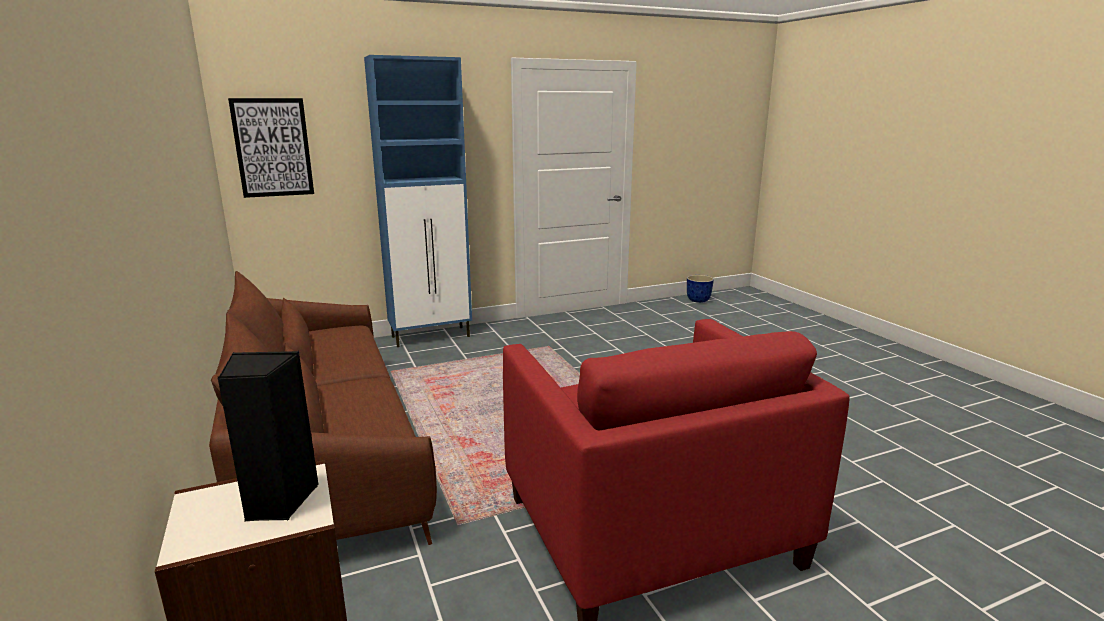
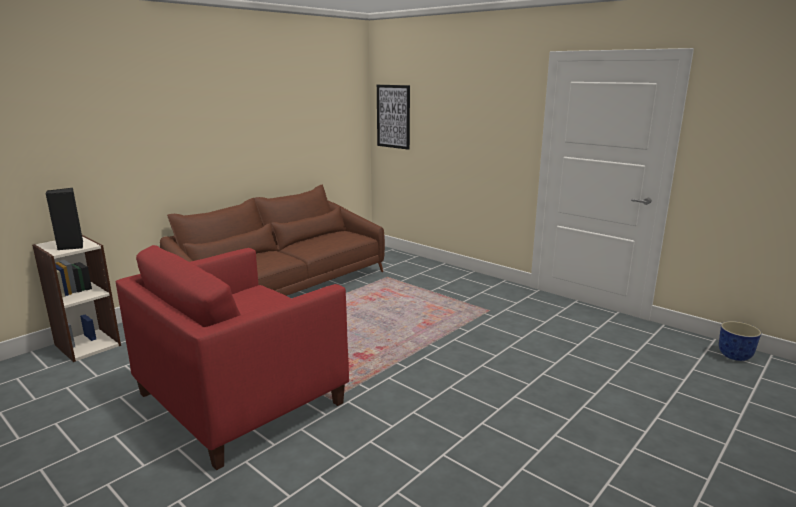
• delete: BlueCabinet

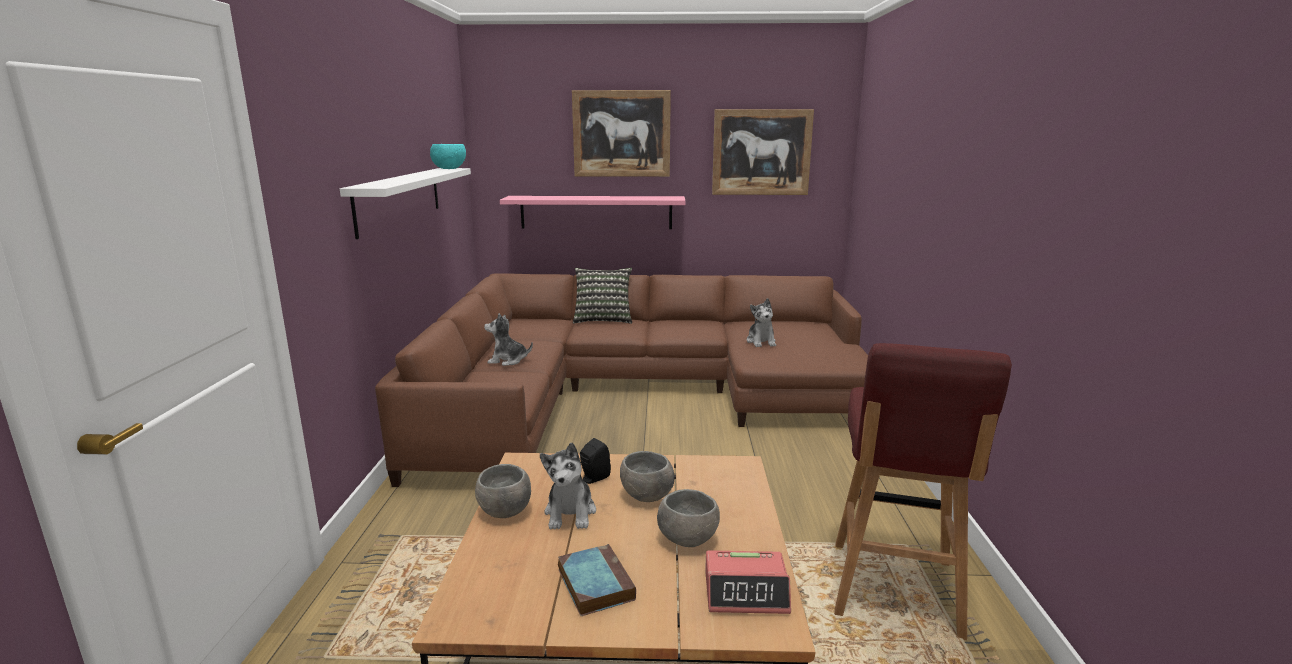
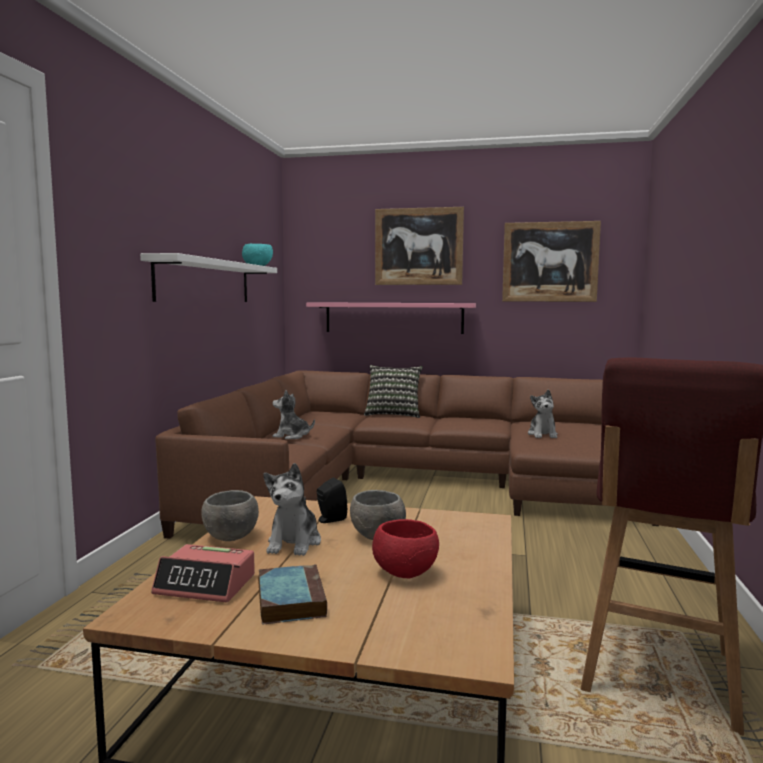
• move: AlarmClock
• recolor: GreyBowl (3rd from left) to RedBowl

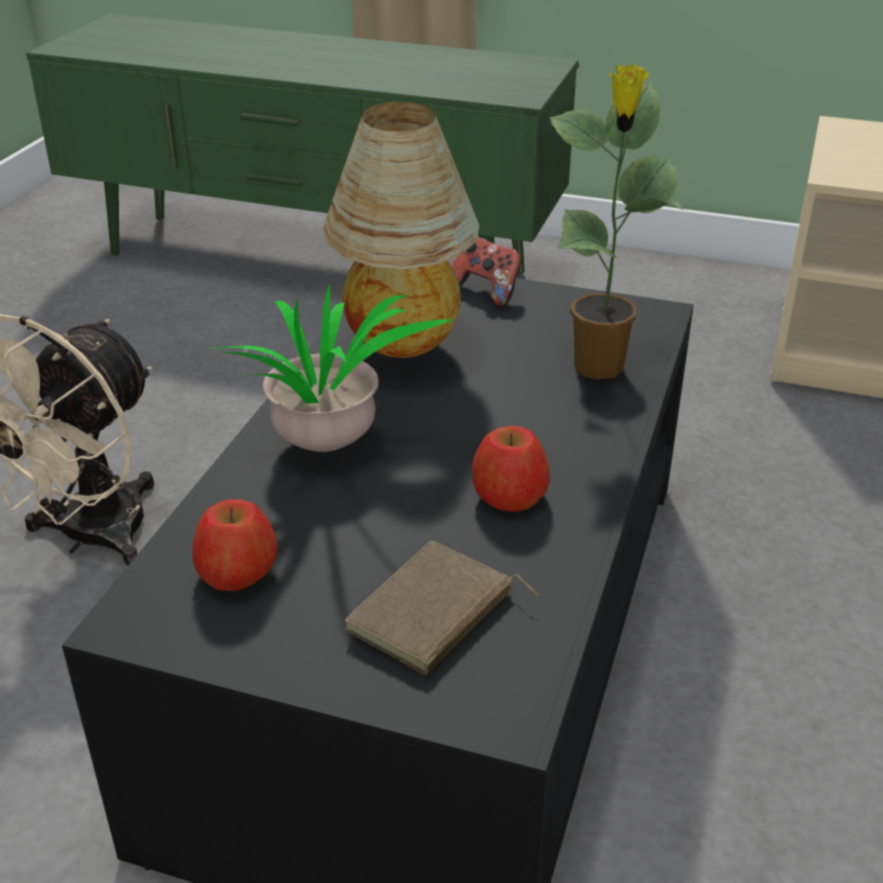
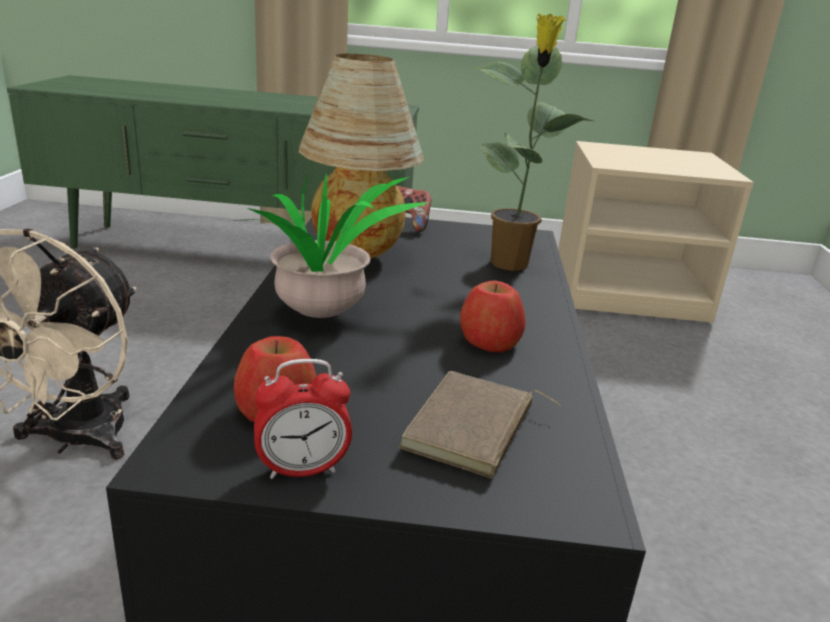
• insert: AlarmClock

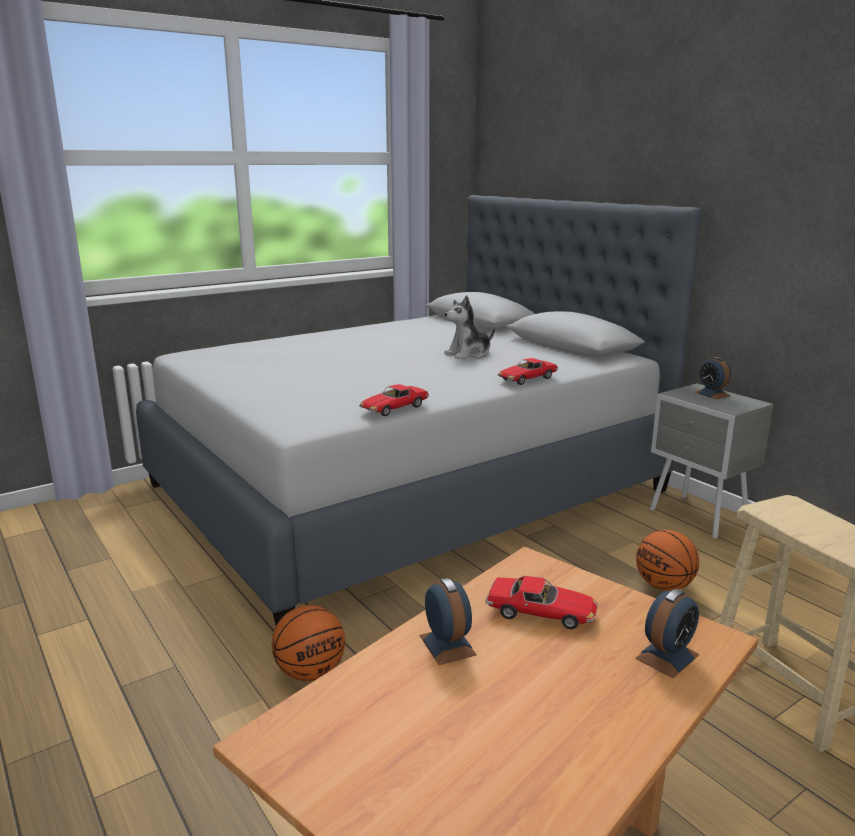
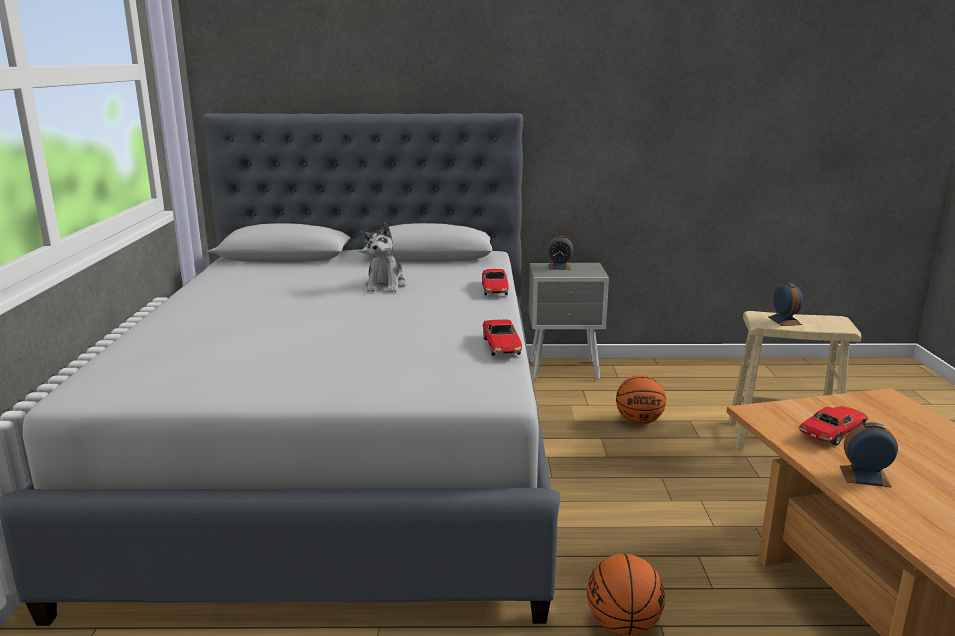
• move: AlarmClock (2nd from left)

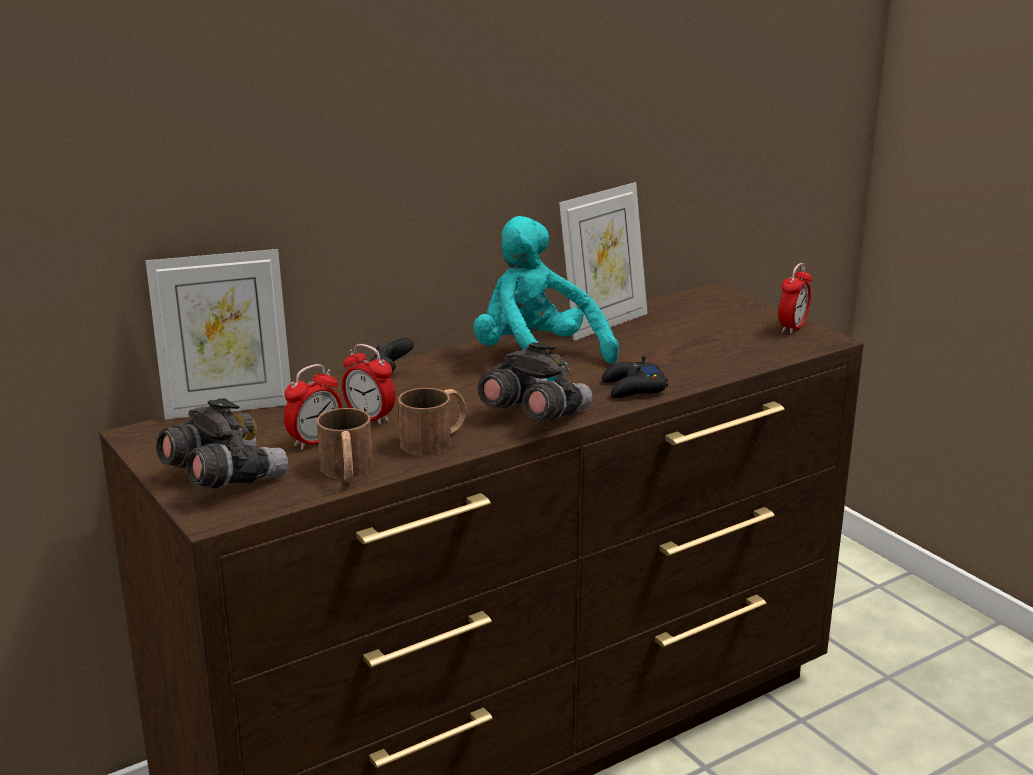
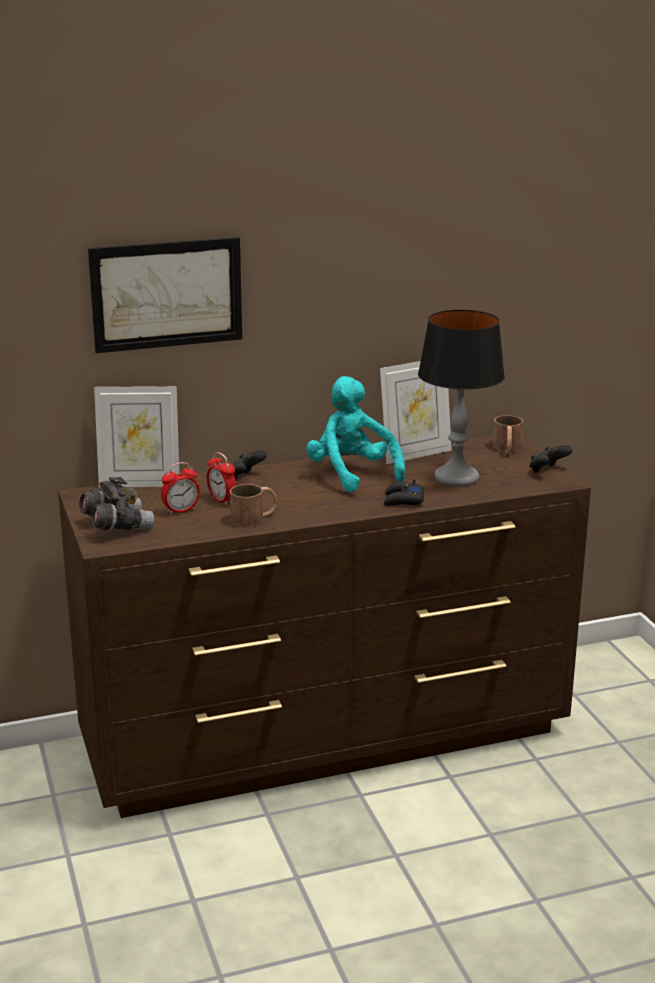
• delete: GreyBinoculars (2nd from left)
• insert: Picture
• insert: TableLamp
• move: BrownMug (1st from left in the first image) to BrownMug (2nd from left)
• replace: AlarmClock (3rd from left) to BlackGameController (3rd from left)

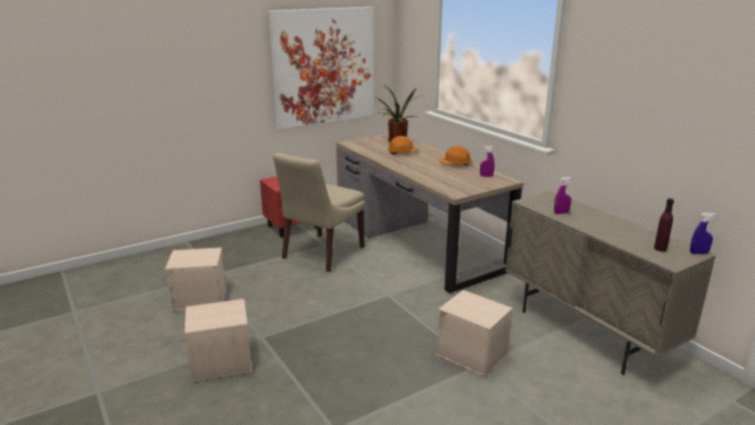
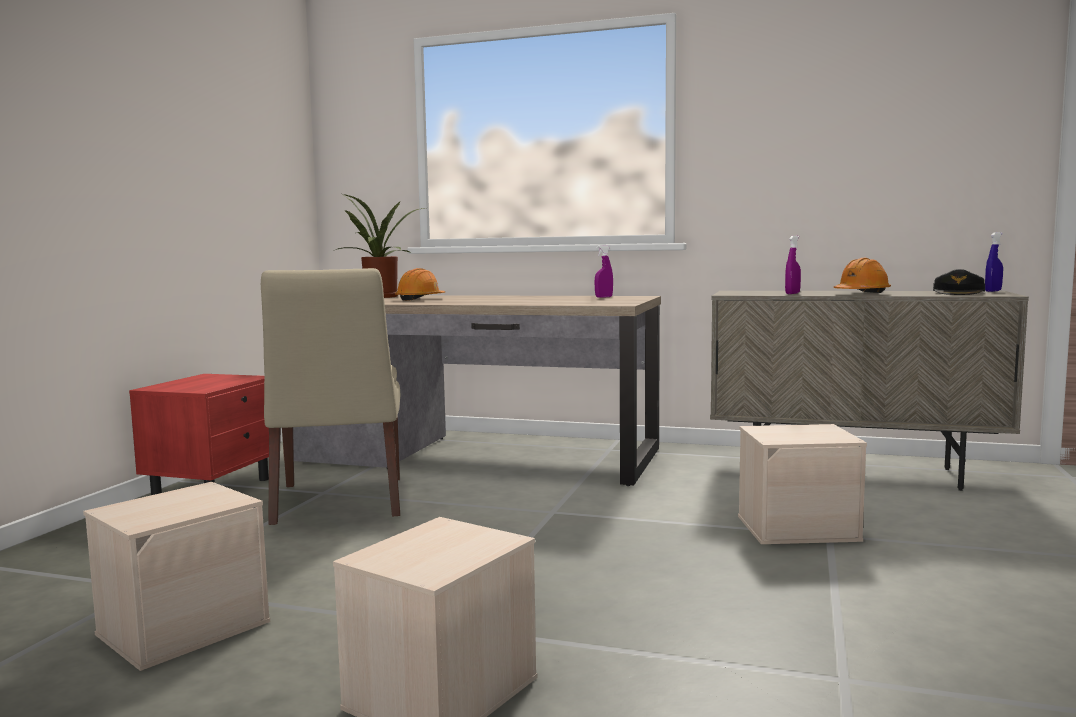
• delete: Picture
• move: OrangeHardHat (2nd from left)
• replace: PurpleBottle to BlackCap

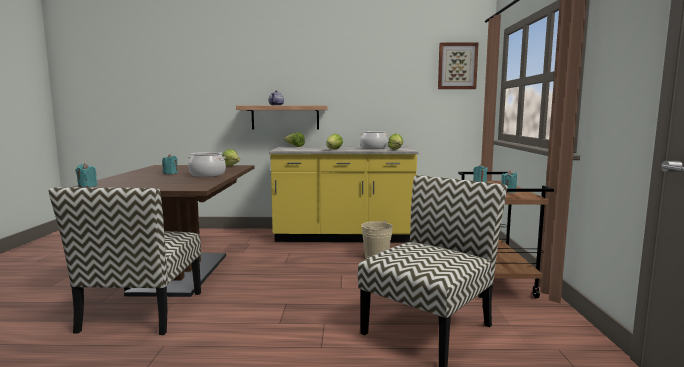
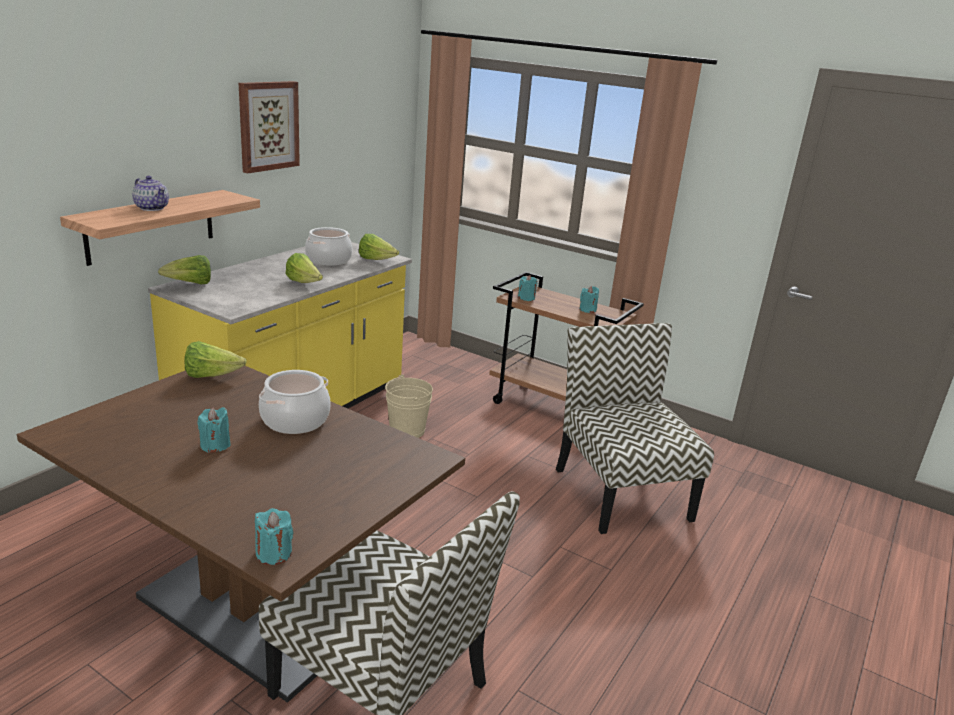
• move: Picture

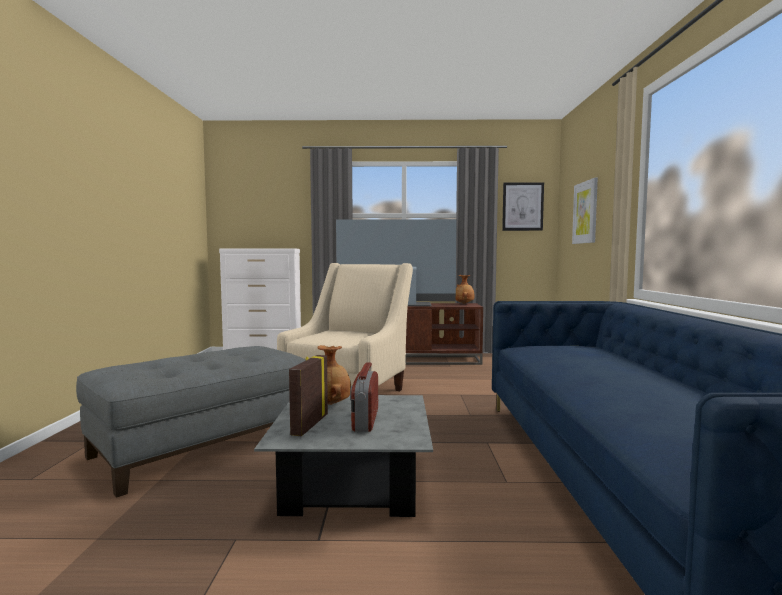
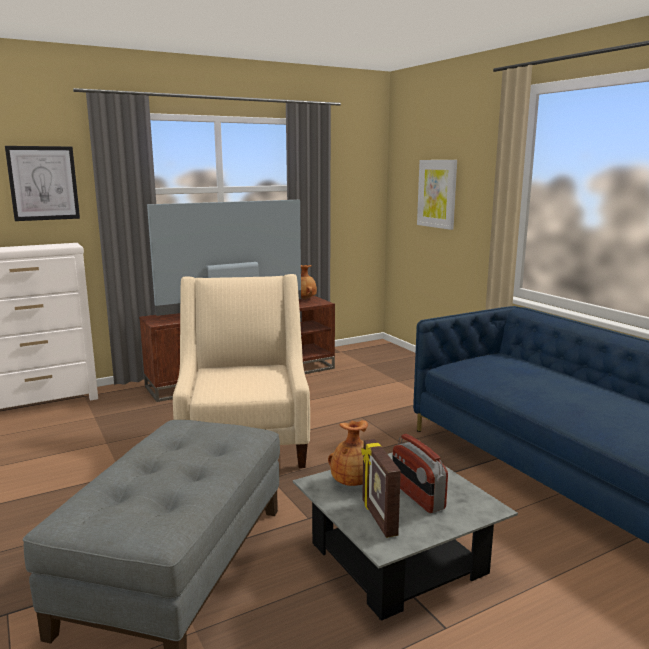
• move: Picture (1st from left)

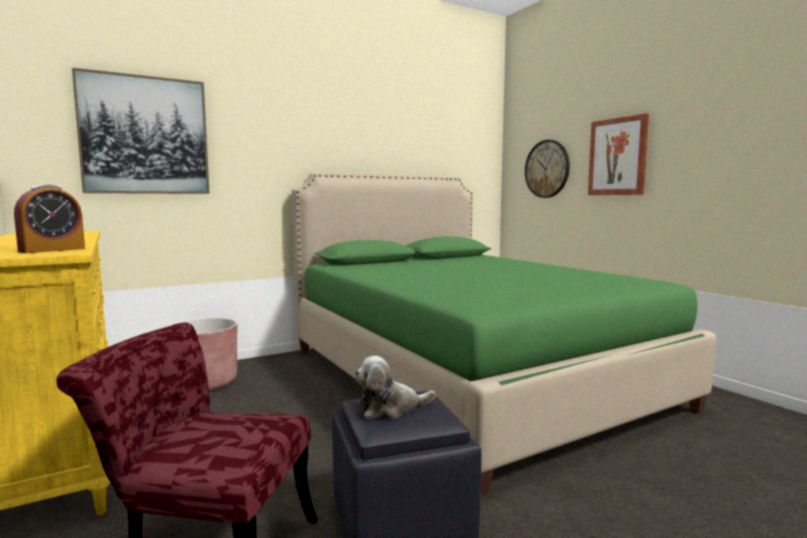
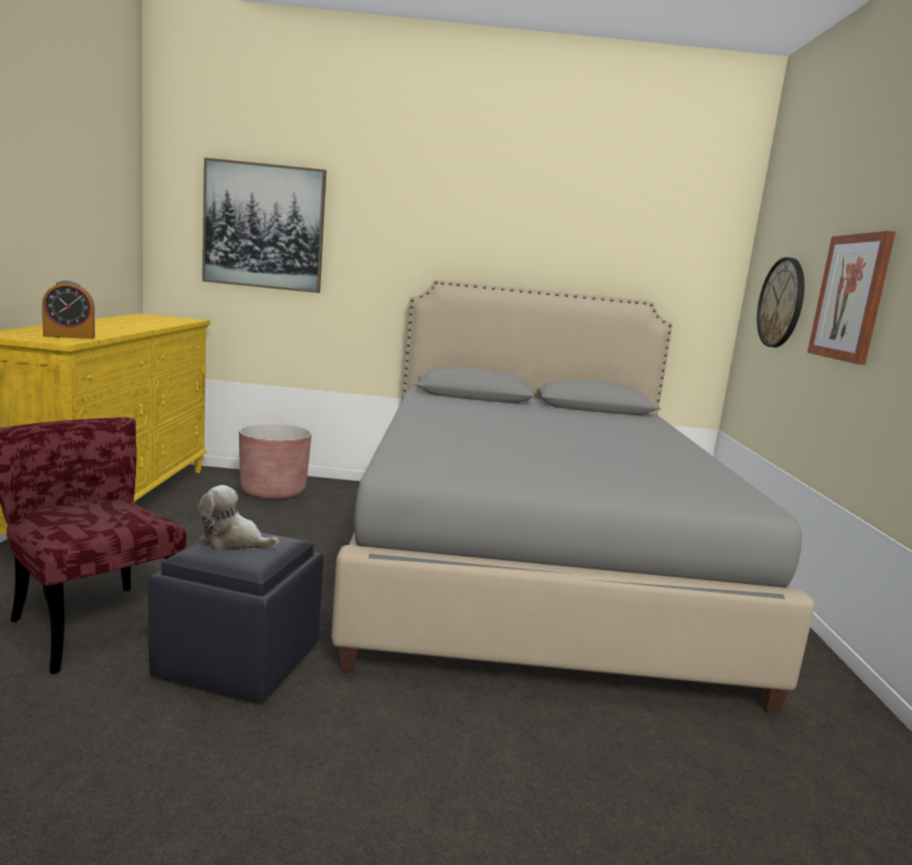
• recolor: GreenBed to GreyBed

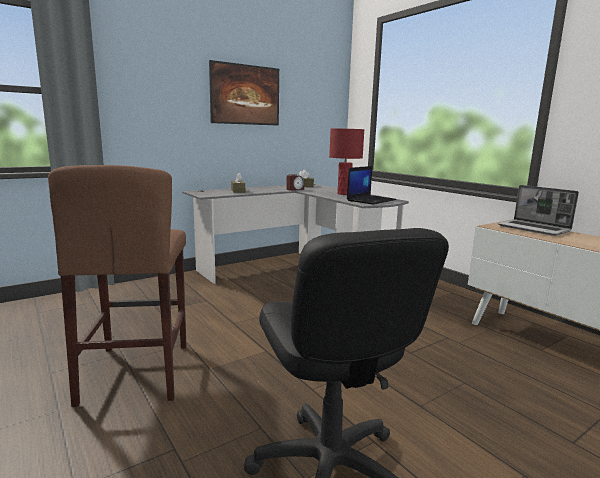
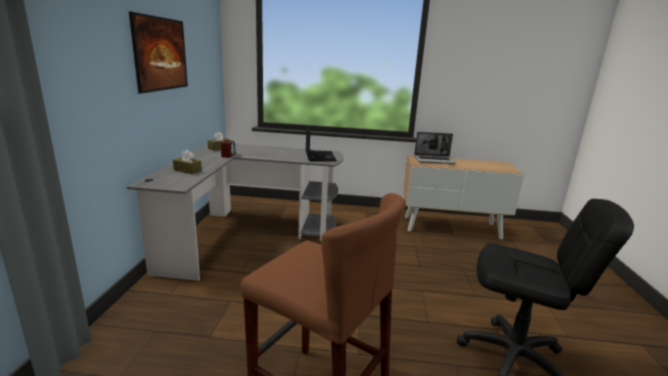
• delete: RedTableLamp

